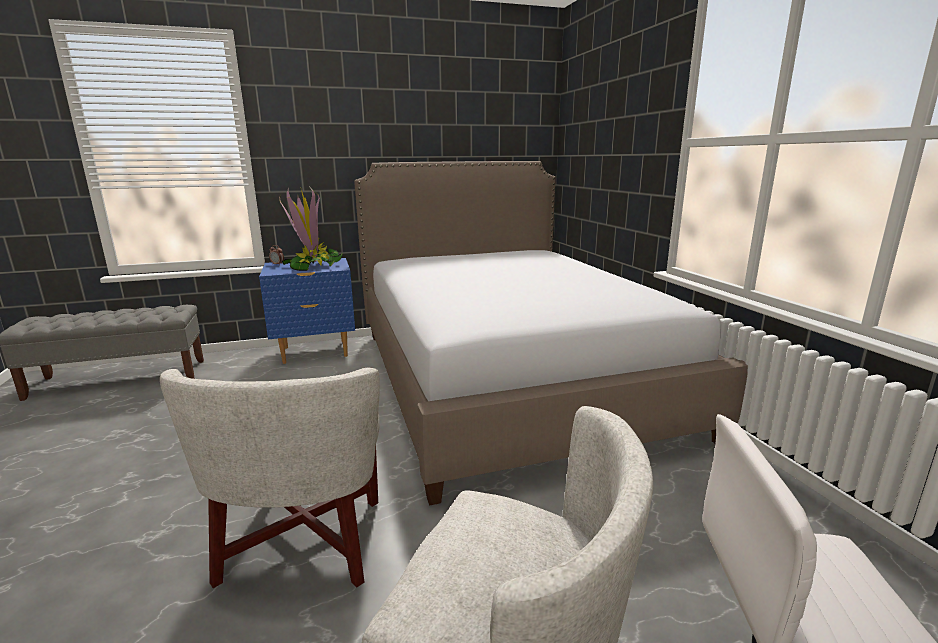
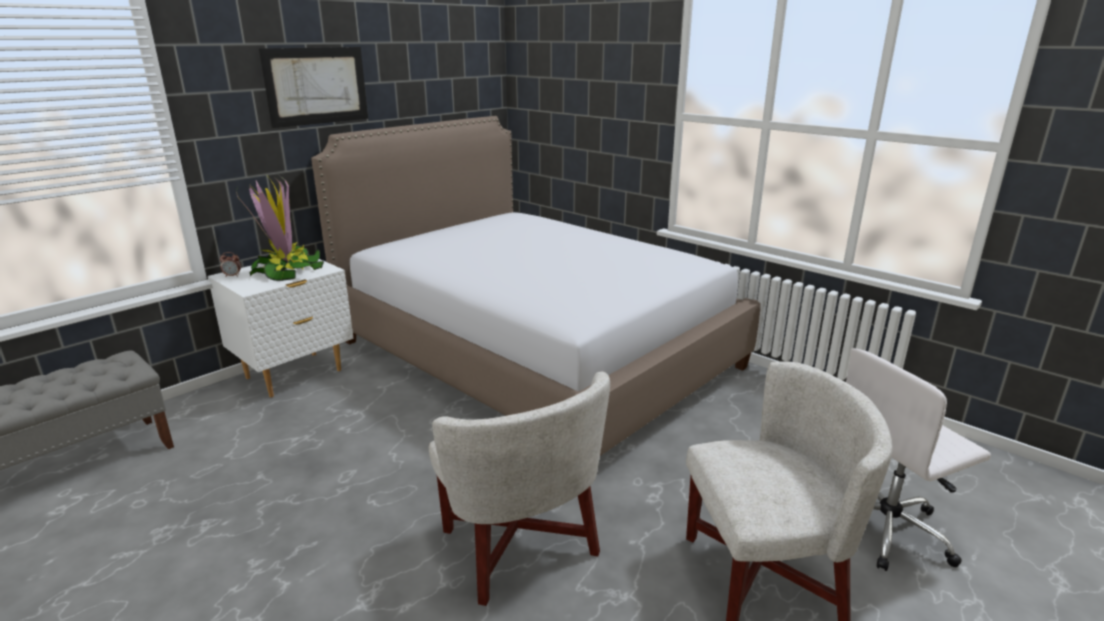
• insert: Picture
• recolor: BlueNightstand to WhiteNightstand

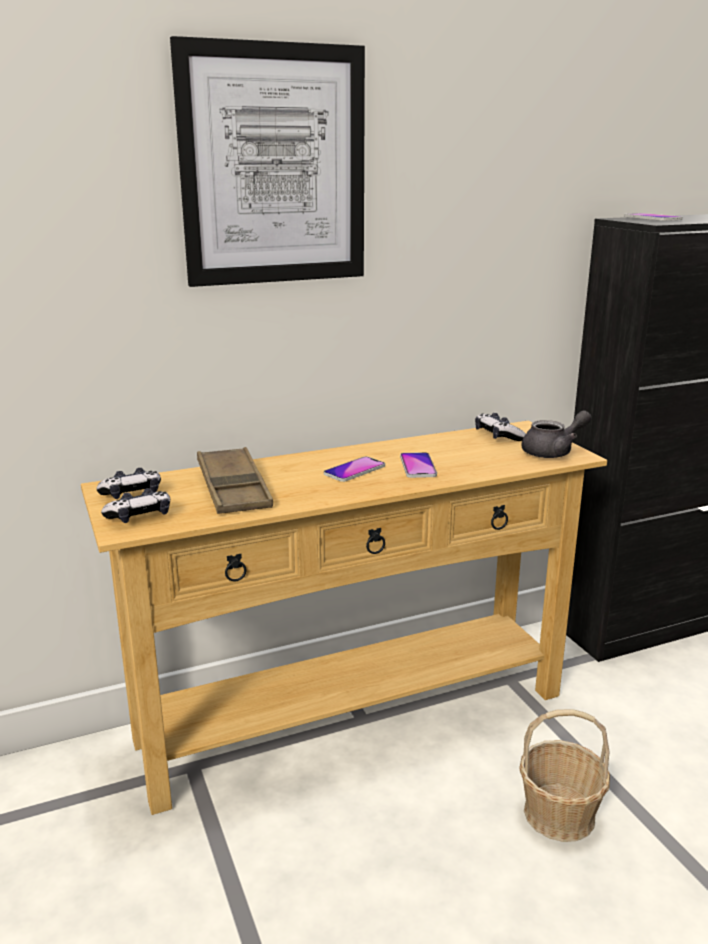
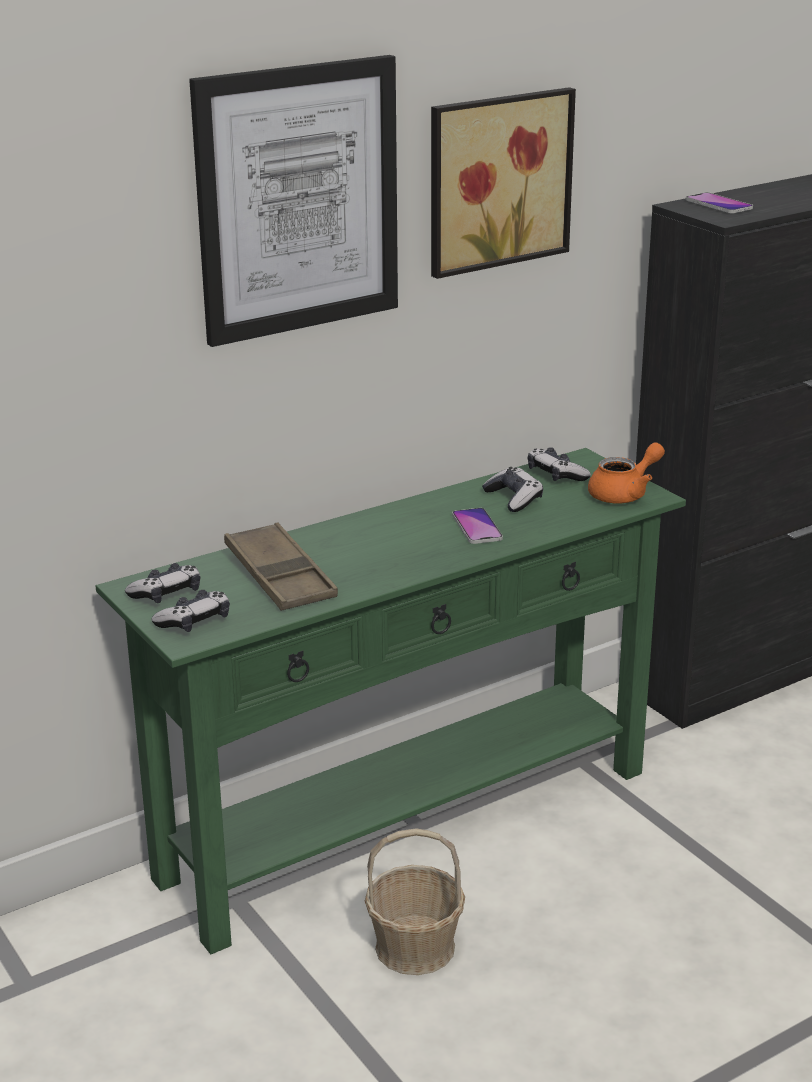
• delete: Phone (1st from left)
• insert: Picture (2nd from left)
• insert: GameController (3rd from left)
• move: Basket
• recolor: BeigeConsoleTable to GreenConsoleTable
• recolor: GreyTeapot to OrangeTeapot

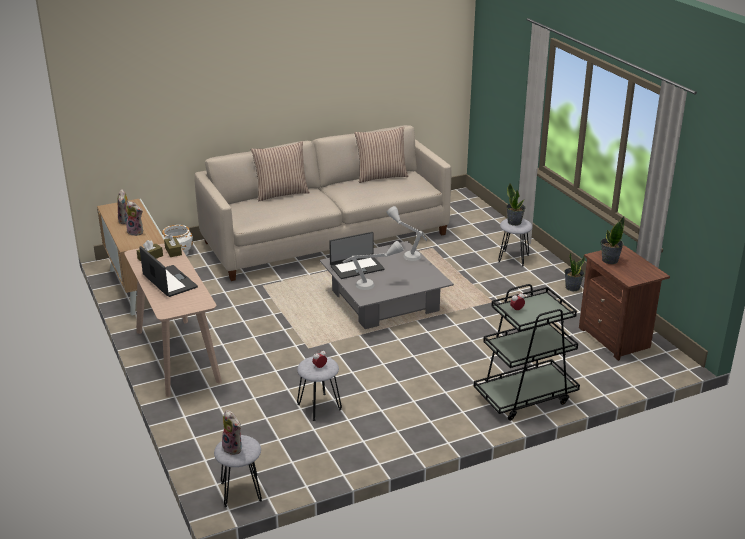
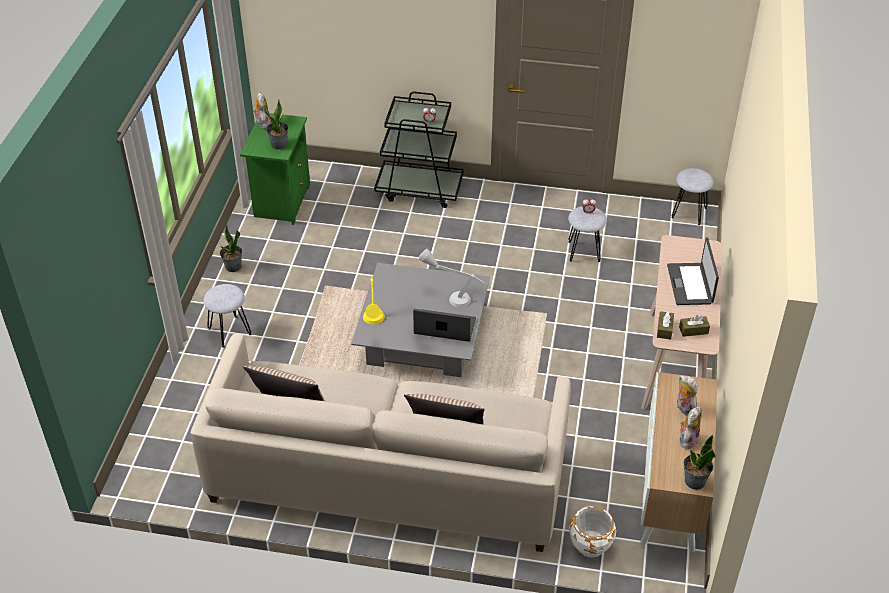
• move: PlushToy (3rd from left in the first image) to PlushToy (1st from left)
• move: PottedPlant (1st from left in the first image) to PottedPlant (3rd from left)
• recolor: GreyTableLamp (2nd from left) to YellowTableLamp
• recolor: BrownNightstand to GreenNightstand

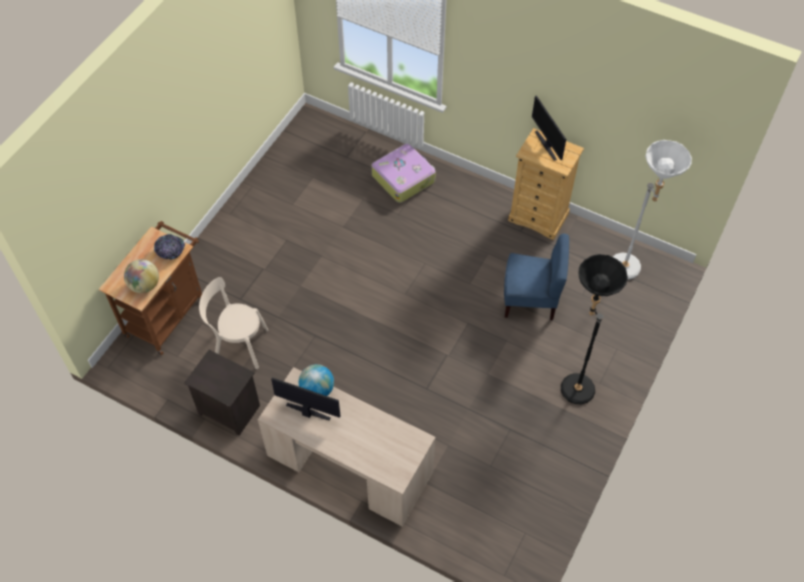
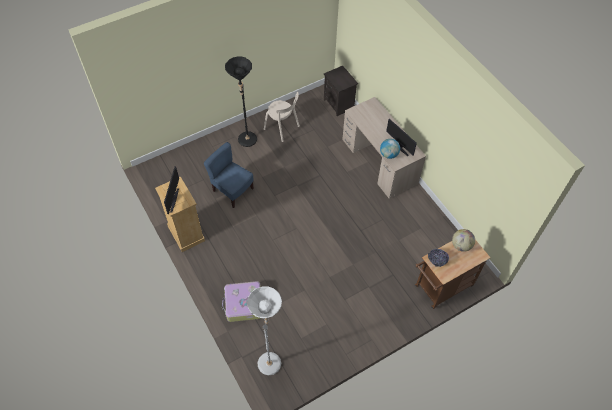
• move: BlackNightstand
• move: BeigeChair
• move: WhiteFloorLamp

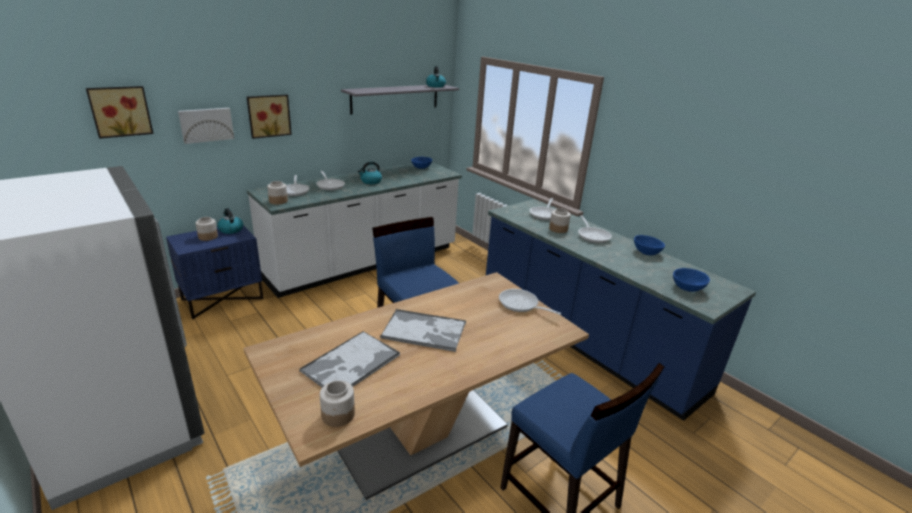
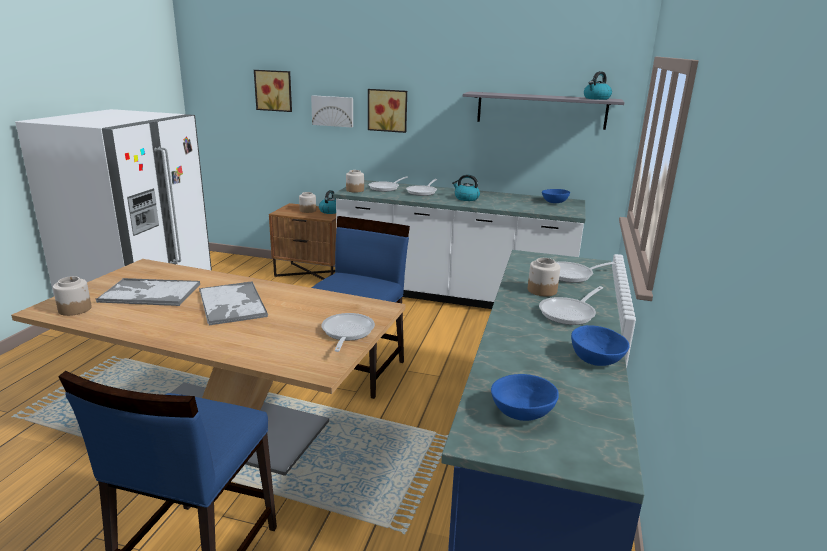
• recolor: BlueNightstand to BrownNightstand

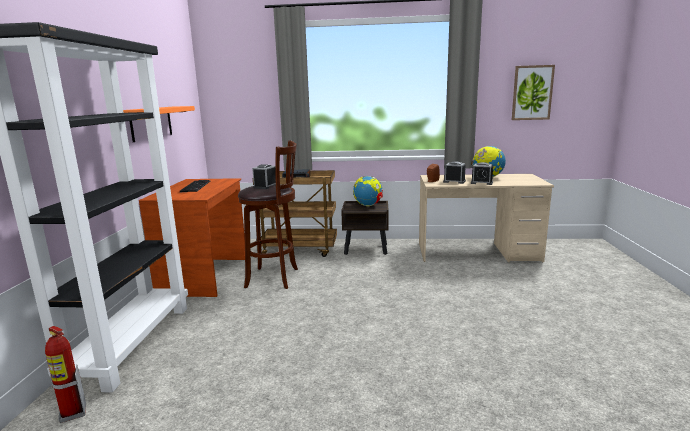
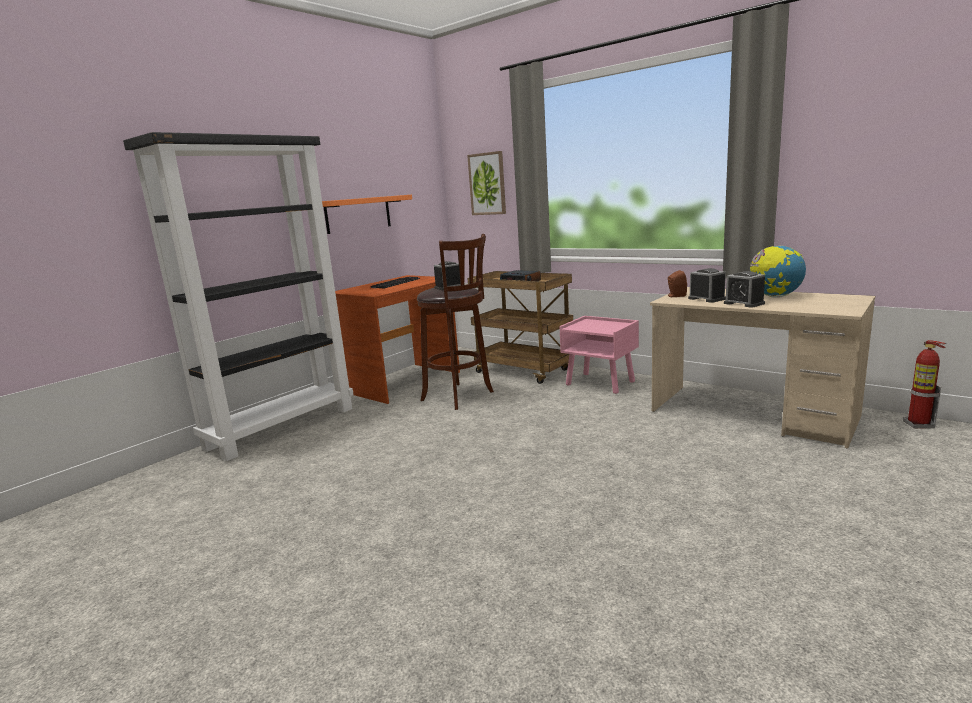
• delete: Globe (1st from left)
• move: FireExtinguisher
• move: Picture
• recolor: BrownNightstand to PinkNightstand

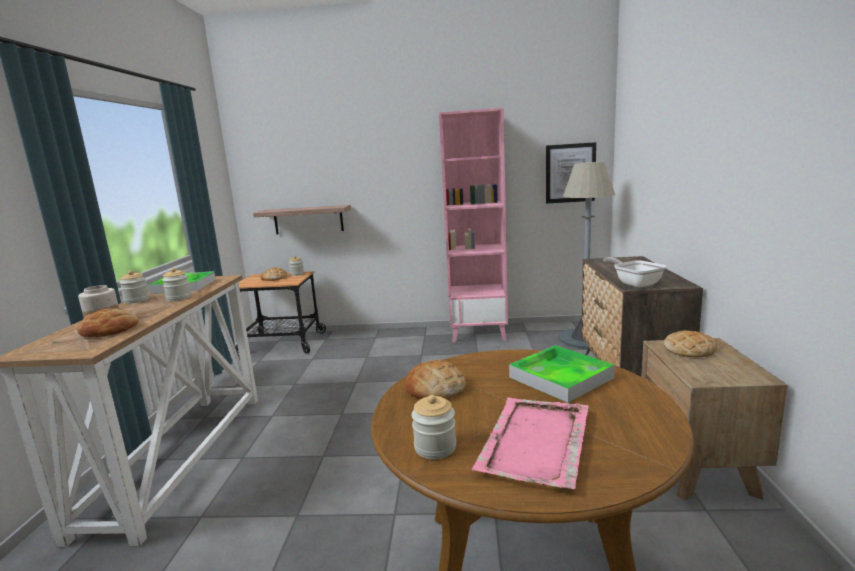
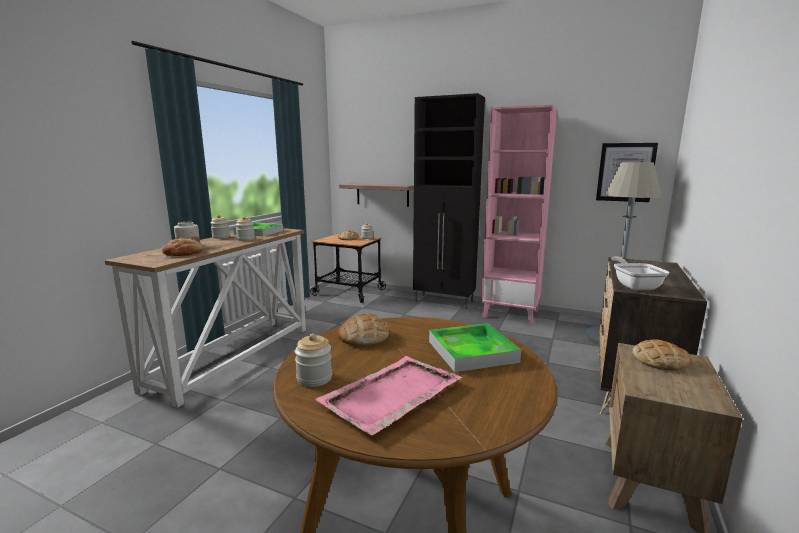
• insert: BlackCabinet

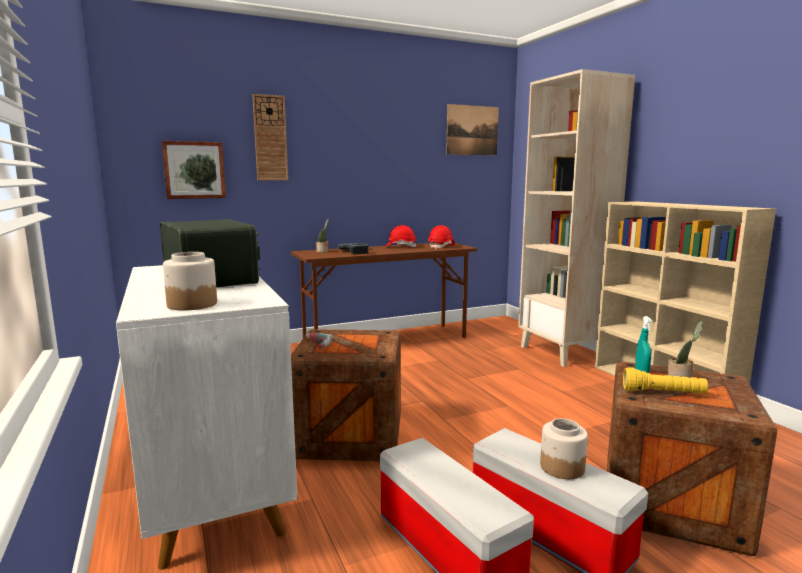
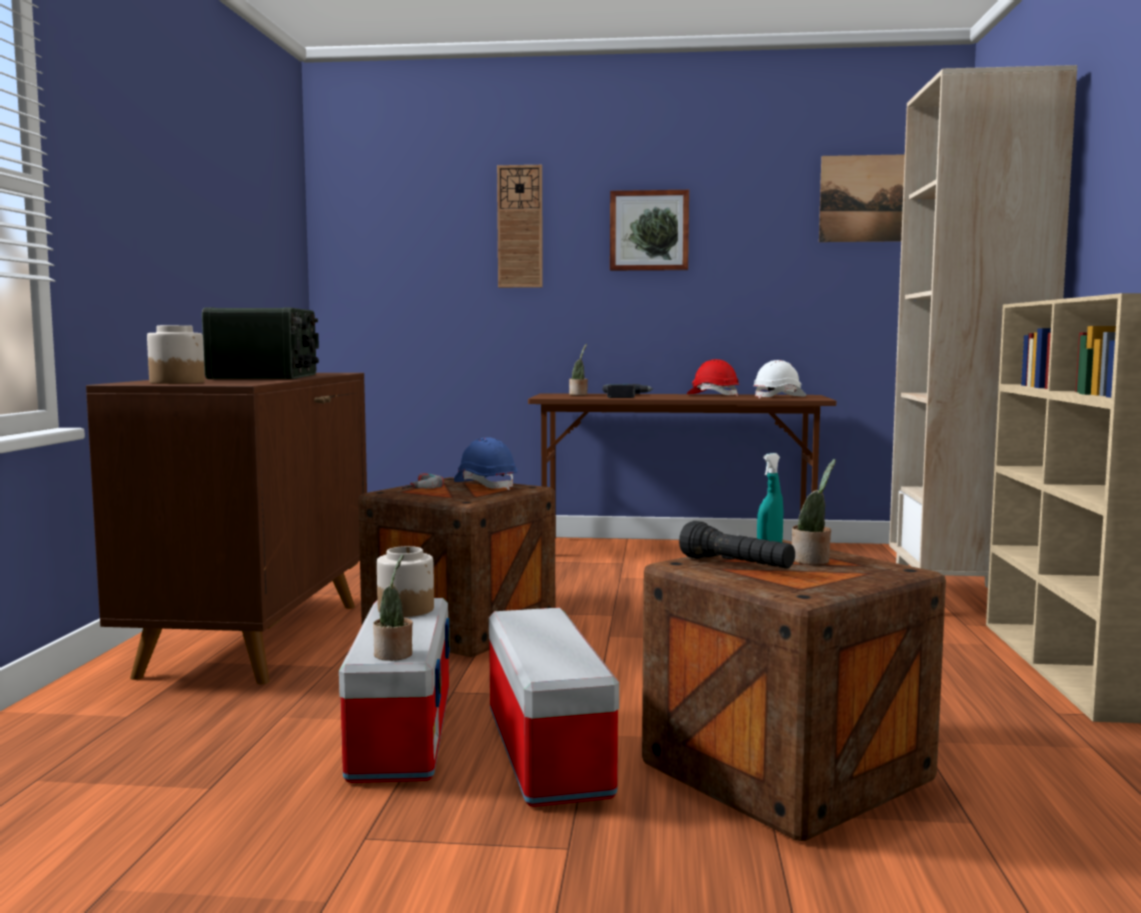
• insert: PottedPlant (1st from left)
• insert: BlueHardHat
• move: Picture (1st from left)
• move: Jar (2nd from left)
• recolor: WhiteCabinet to BrownCabinet
• recolor: RedHardHat (2nd from left) to WhiteHardHat
• recolor: YellowFlashlight to BlackFlashlight

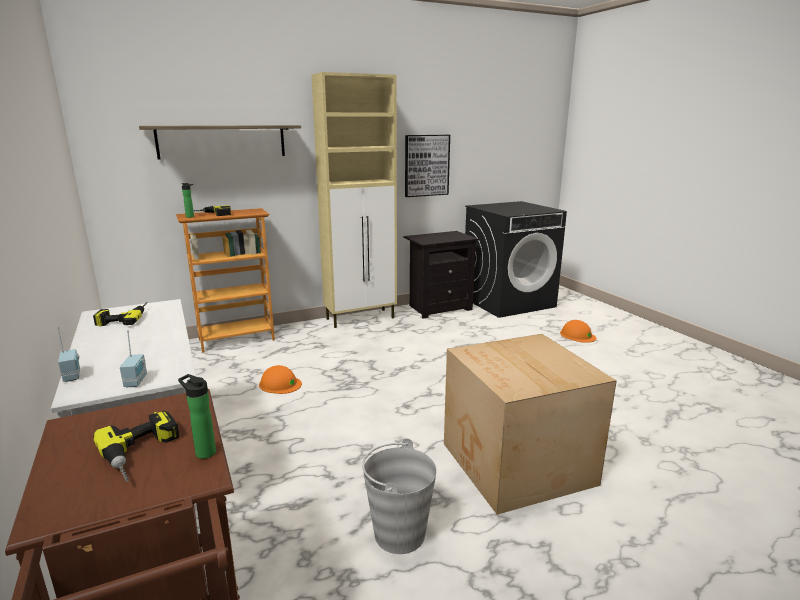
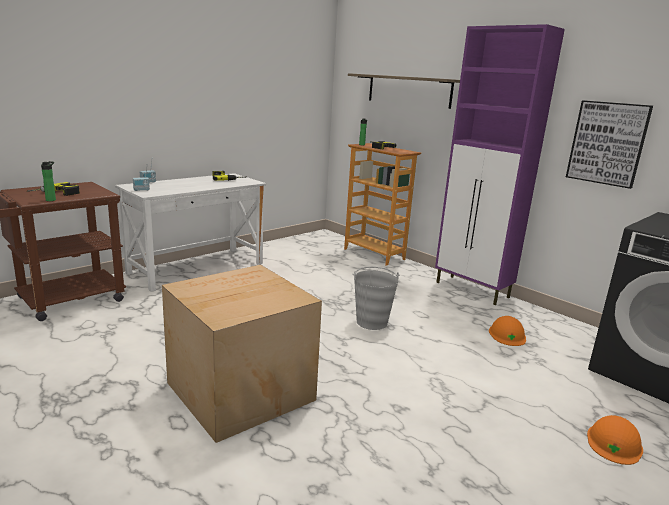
• delete: BlackNightstand
• move: OrangeHardHat (1st from left)
• move: GreyBucket
• recolor: BeigeCabinet to PurpleCabinet

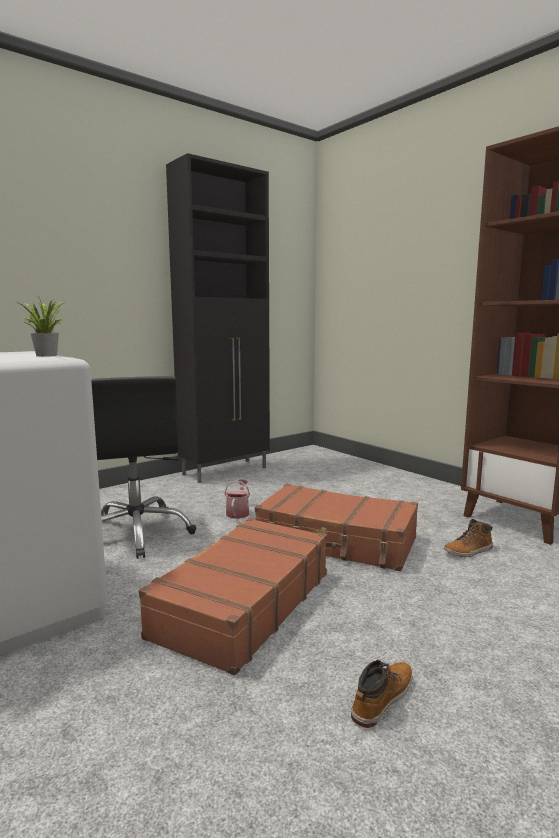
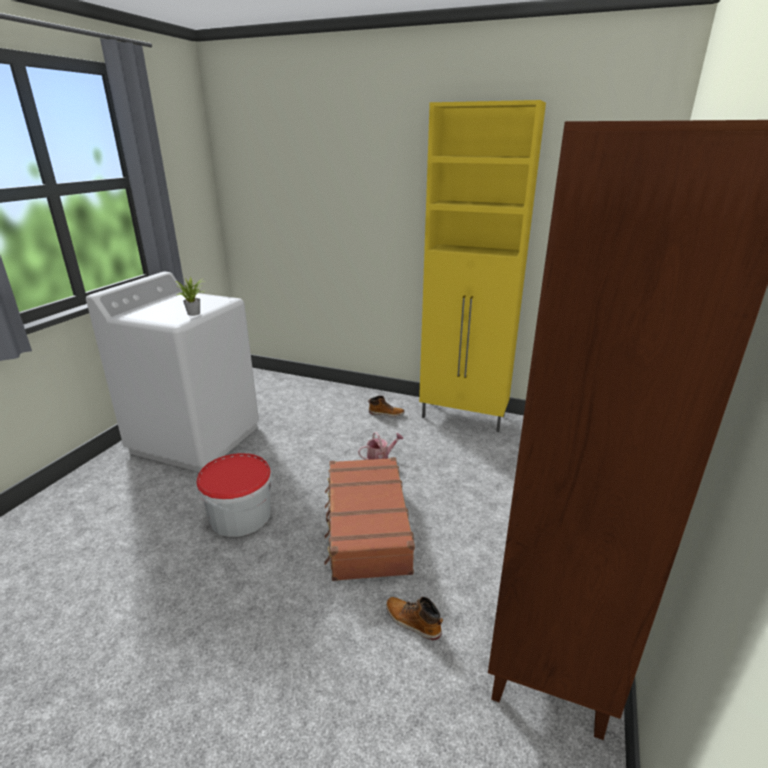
• delete: BlackOfficeChair
• move: Boot (1st from left)
• replace: BrownSuitcase (1st from left) to Bucket
• recolor: BlackCabinet to YellowCabinet

